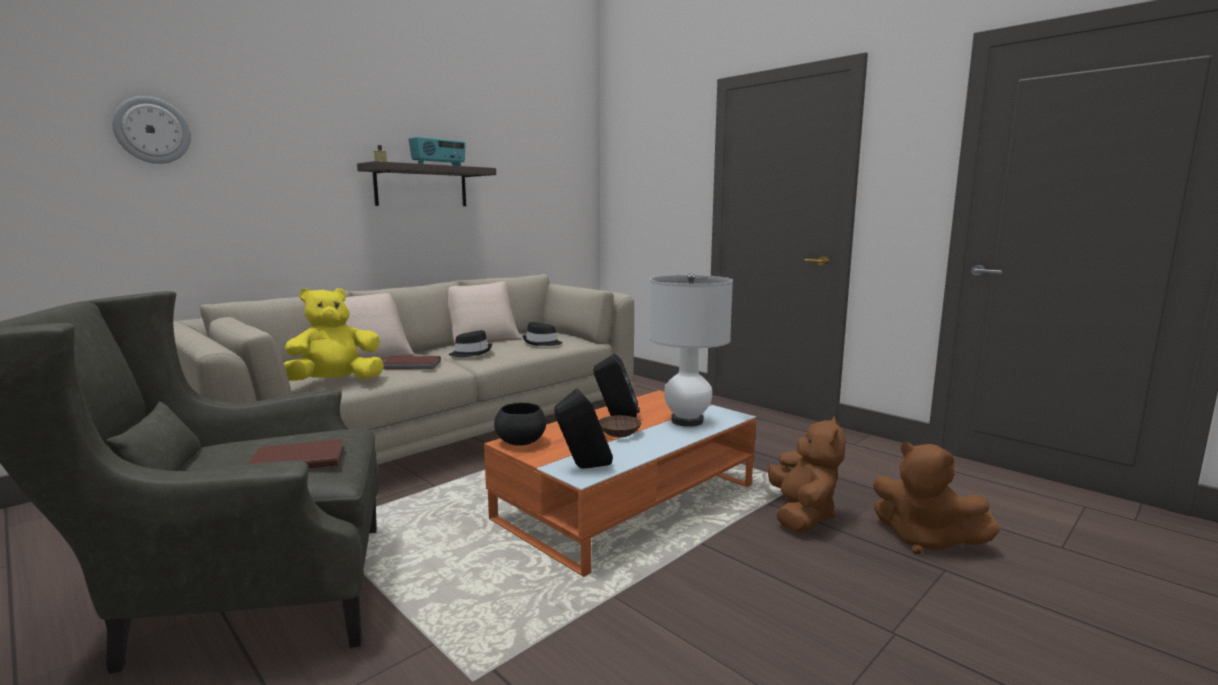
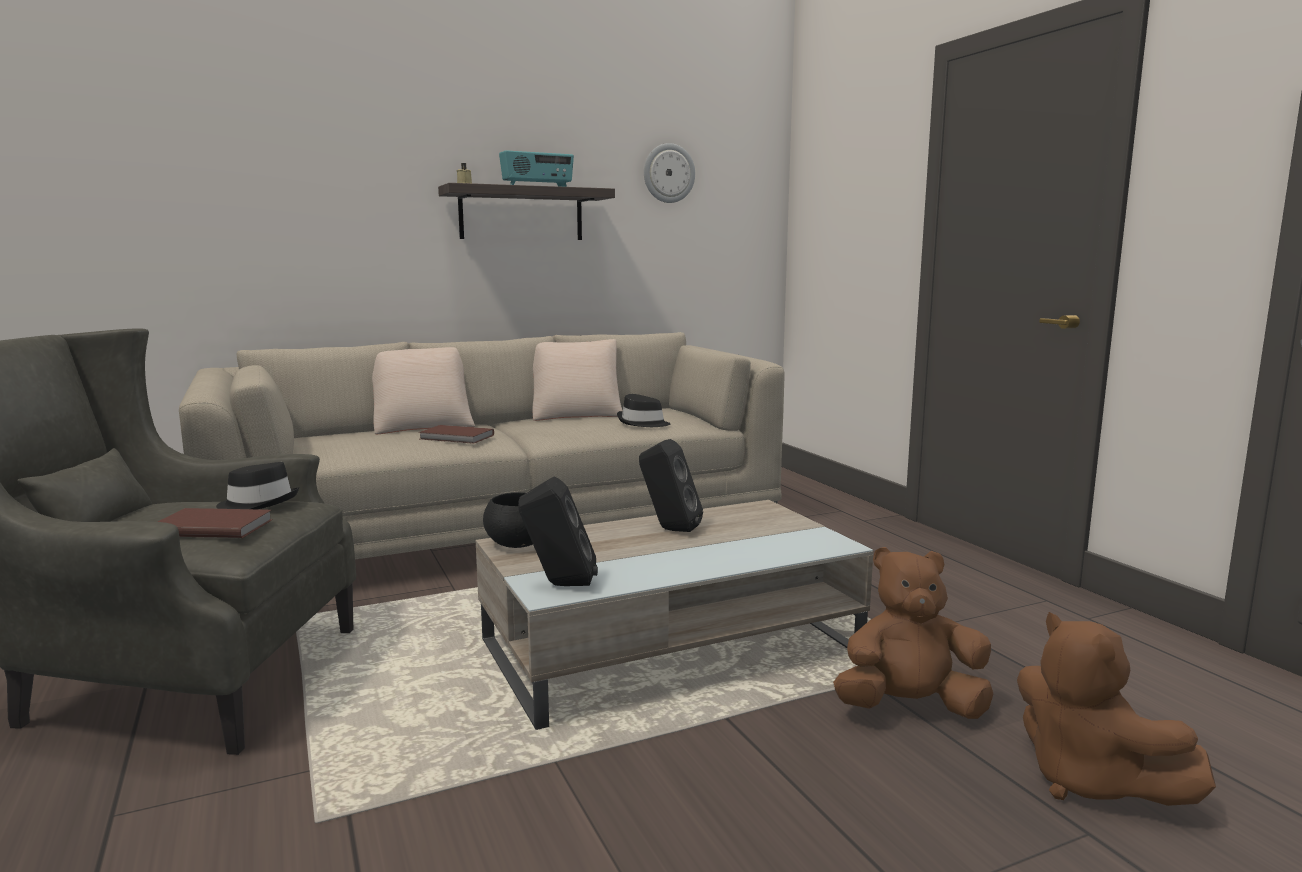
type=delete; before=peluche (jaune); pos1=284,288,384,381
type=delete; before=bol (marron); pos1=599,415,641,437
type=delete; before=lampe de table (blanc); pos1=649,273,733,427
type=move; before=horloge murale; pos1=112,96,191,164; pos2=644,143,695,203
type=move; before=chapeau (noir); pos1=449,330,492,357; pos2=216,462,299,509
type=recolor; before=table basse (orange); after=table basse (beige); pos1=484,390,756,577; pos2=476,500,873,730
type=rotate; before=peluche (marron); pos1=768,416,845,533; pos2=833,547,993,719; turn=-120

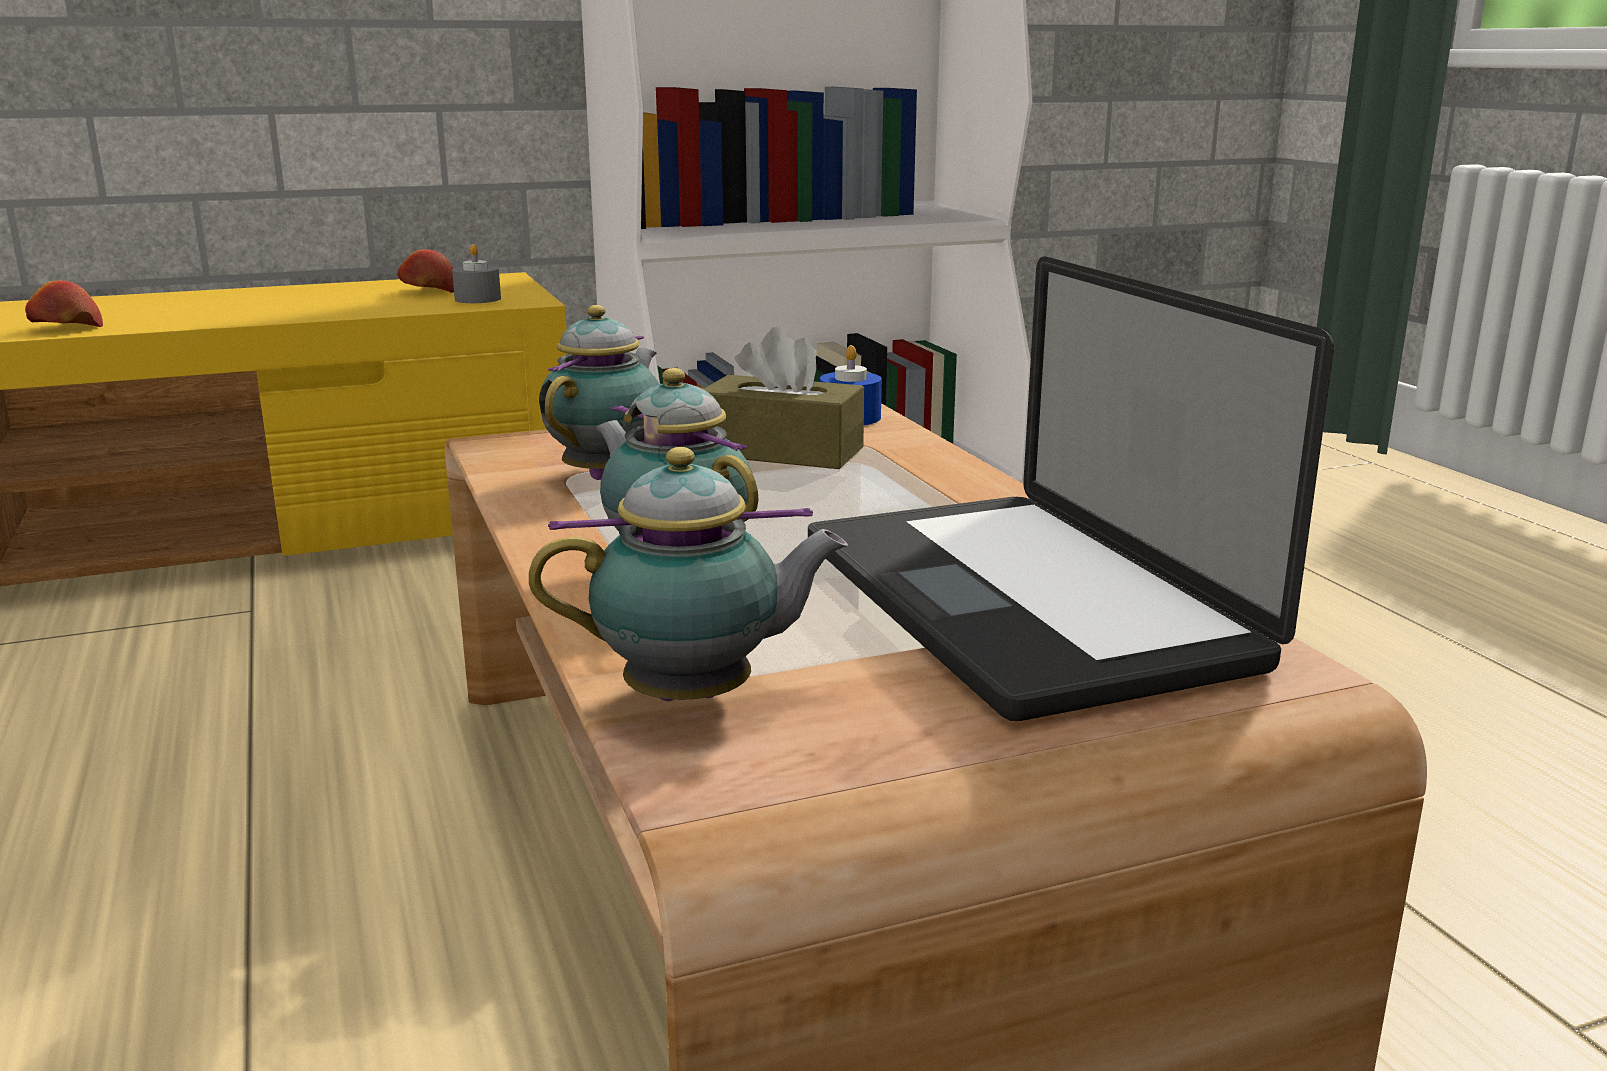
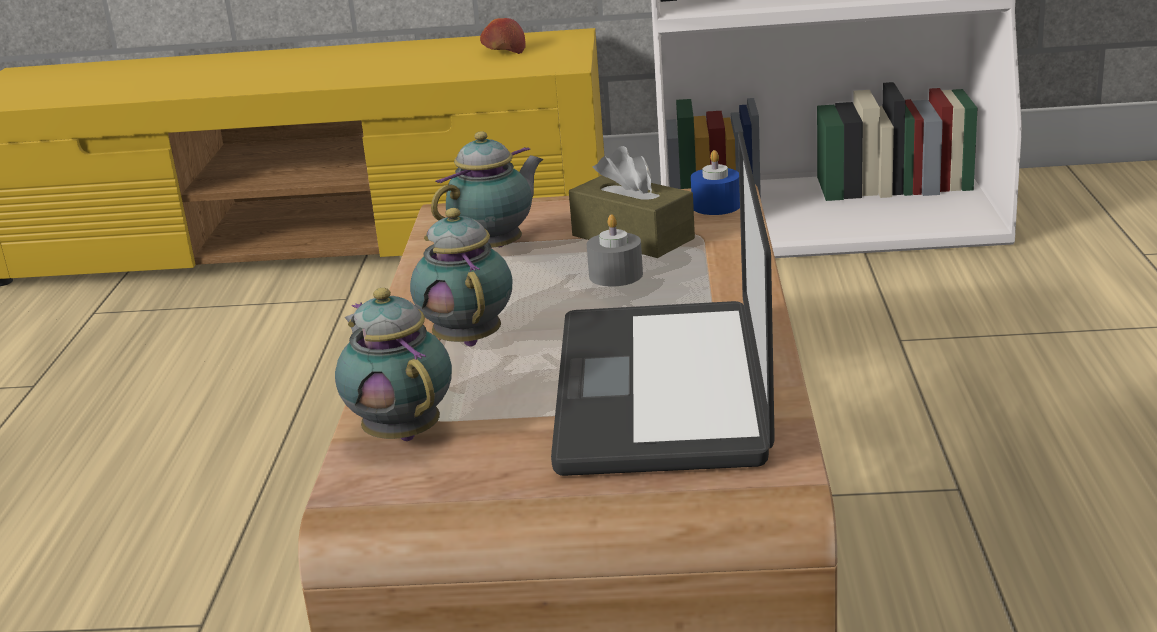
type=delete; before=pomme; pos1=25,280,103,327
type=move; before=bougie (gris); pos1=452,244,501,303; pos2=587,214,643,287
type=rotate; before=théière; pos1=529,447,848,701; pos2=335,288,452,441; turn=-135

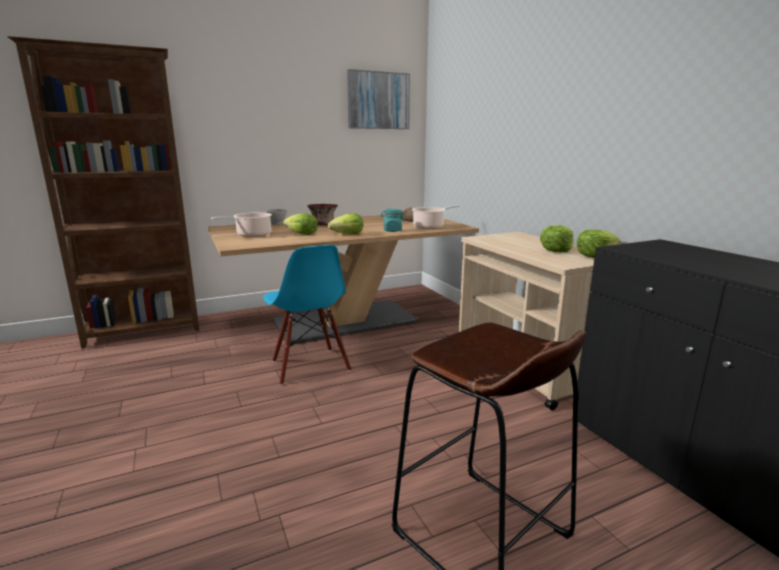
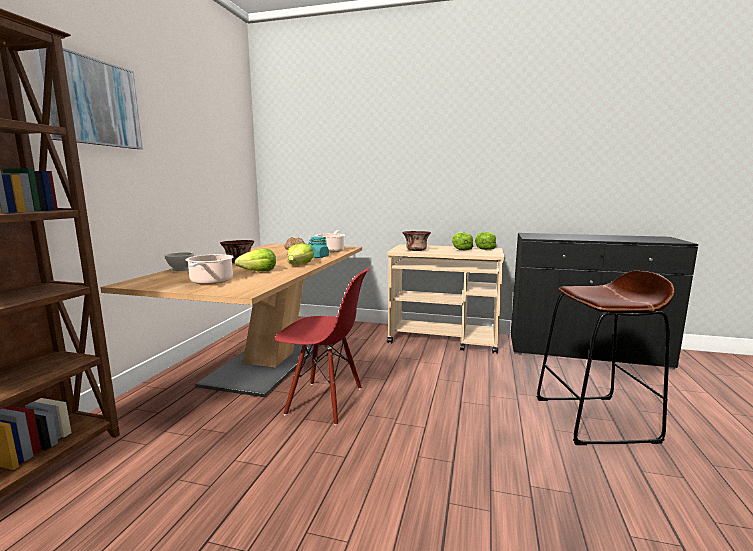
type=insert; after=bol; pos2=402,231,431,251
type=move; before=tableau; pos1=347,69,410,129; pos2=33,48,143,149
type=recolor; before=chaise (bleu); after=chaise (rouge); pos1=263,245,351,385; pos2=275,268,370,425

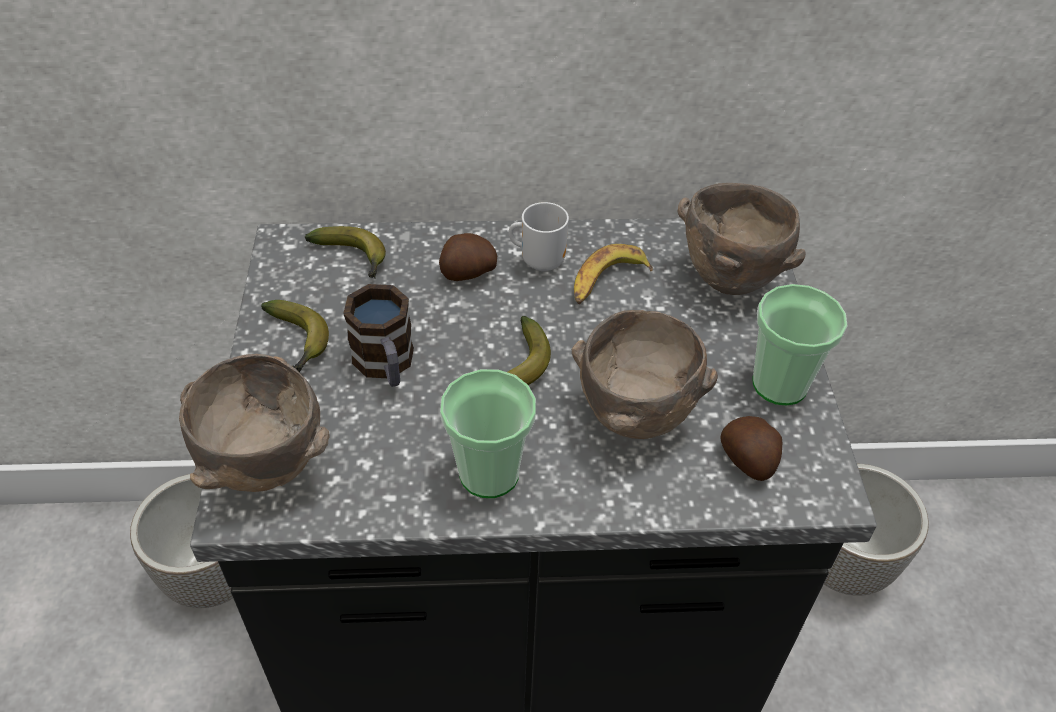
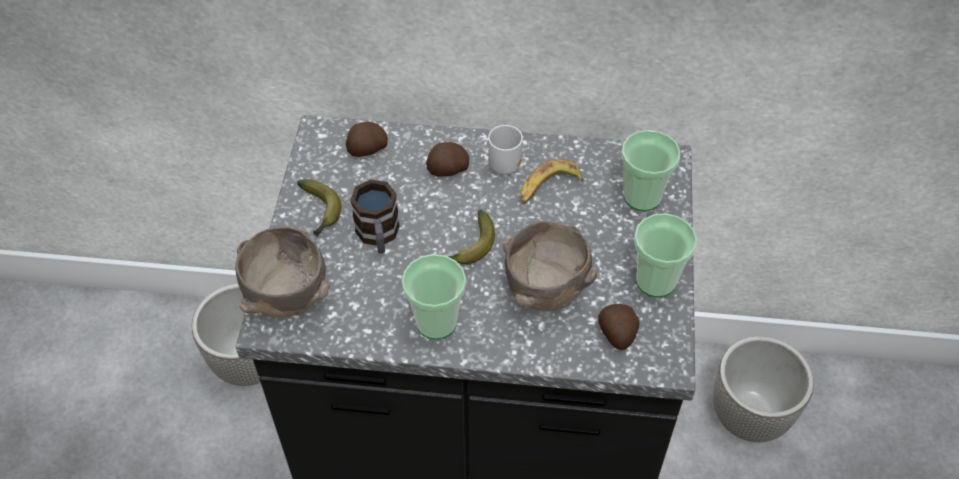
type=replace; before=banane; after=pomme de terre; pos1=305,226,386,279; pos2=346,122,388,157
type=replace; before=bol (marron); after=tasse; pos1=677,183,806,295; pos2=621,130,681,211

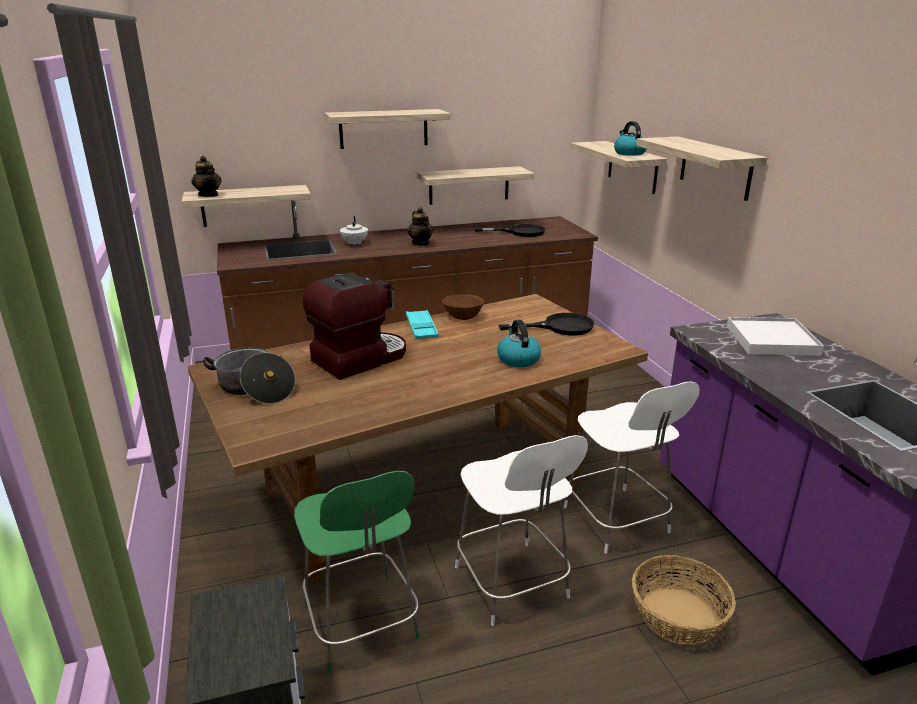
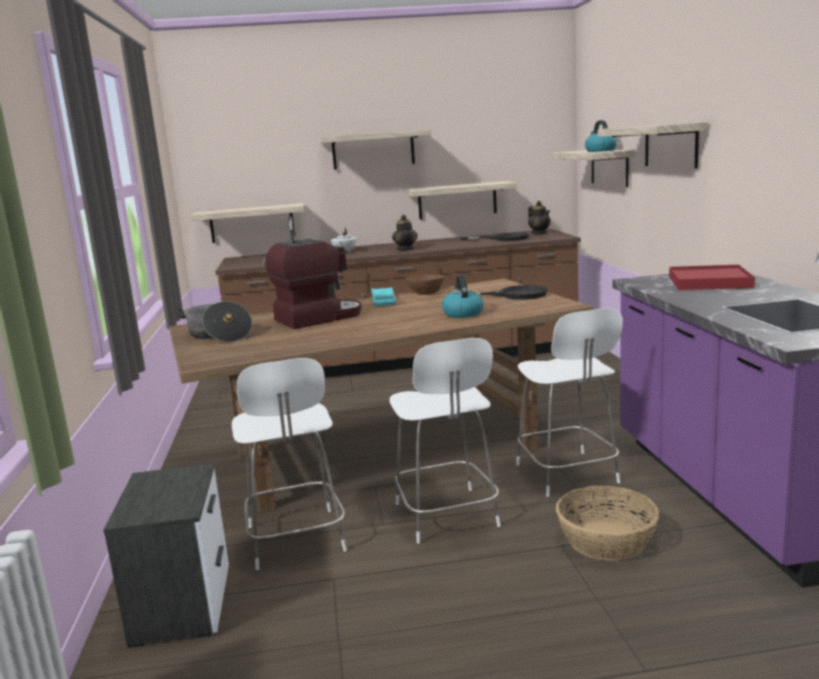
type=move; before=théière; pos1=191,156,221,197; pos2=528,201,551,234
type=recolor; before=chaise (vert); after=chaise (blanc); pos1=294,471,420,673; pos2=232,358,347,570
type=recolor; before=plateau (blanc); after=plateau (rouge); pos1=727,317,824,356; pos2=669,265,755,290

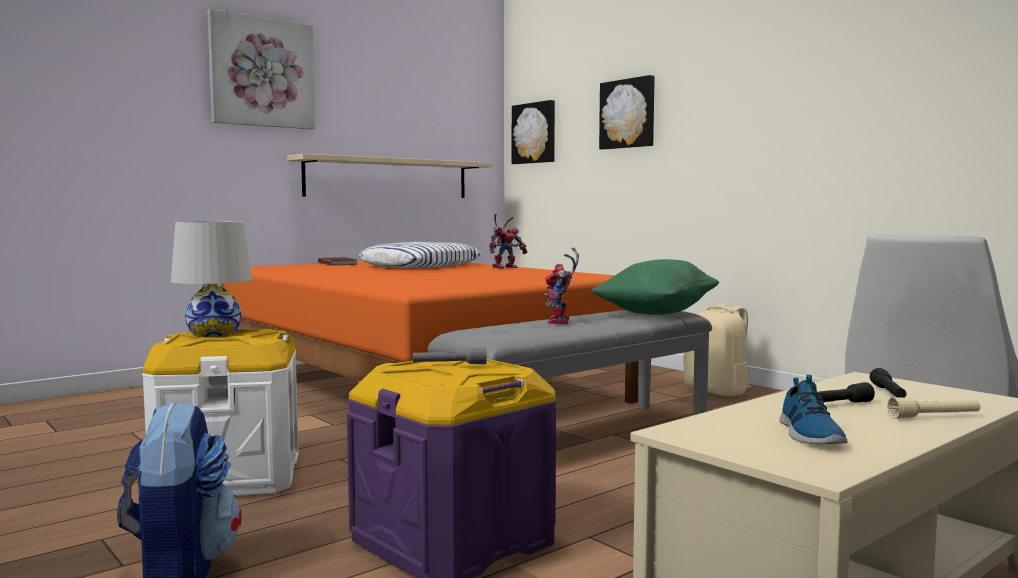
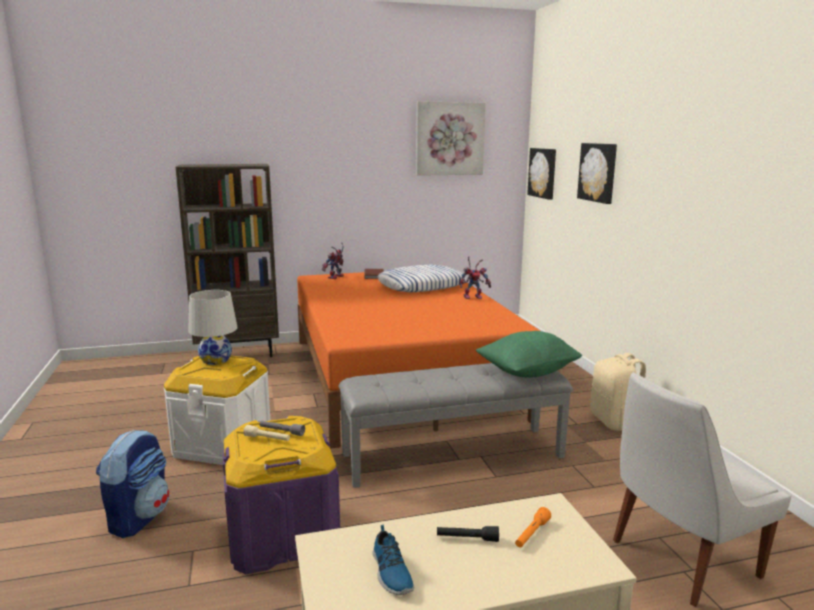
type=delete; before=étagère (beige); pos1=287,154,492,198
type=insert; after=bibliothèque (marron); pos2=176,164,279,357
type=move; before=tableau; pos1=207,9,315,130; pos2=416,101,486,176
type=move; before=robot jouet; pos1=544,247,579,324; pos2=322,242,344,279
type=move; before=lampe de poche (beige); pos1=887,397,980,419; pos2=243,425,290,441
type=recolor; before=lampe de poche (noir); after=lampe de poche (orange); pos1=870,368,906,398; pos2=515,507,551,548
type=rotate; before=chaussure; pos1=779,375,848,444; pos2=373,525,414,595; turn=-45

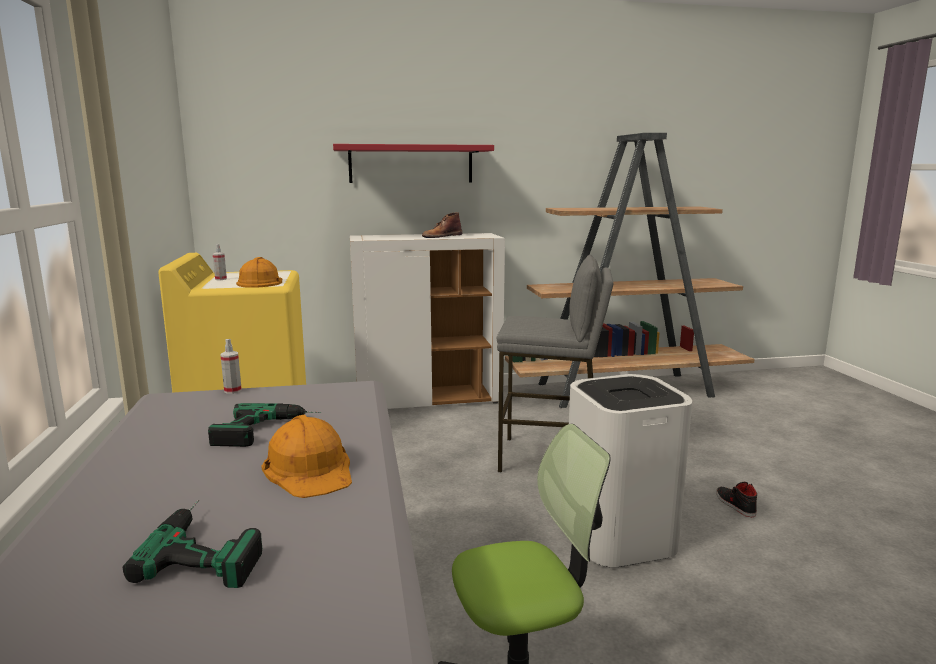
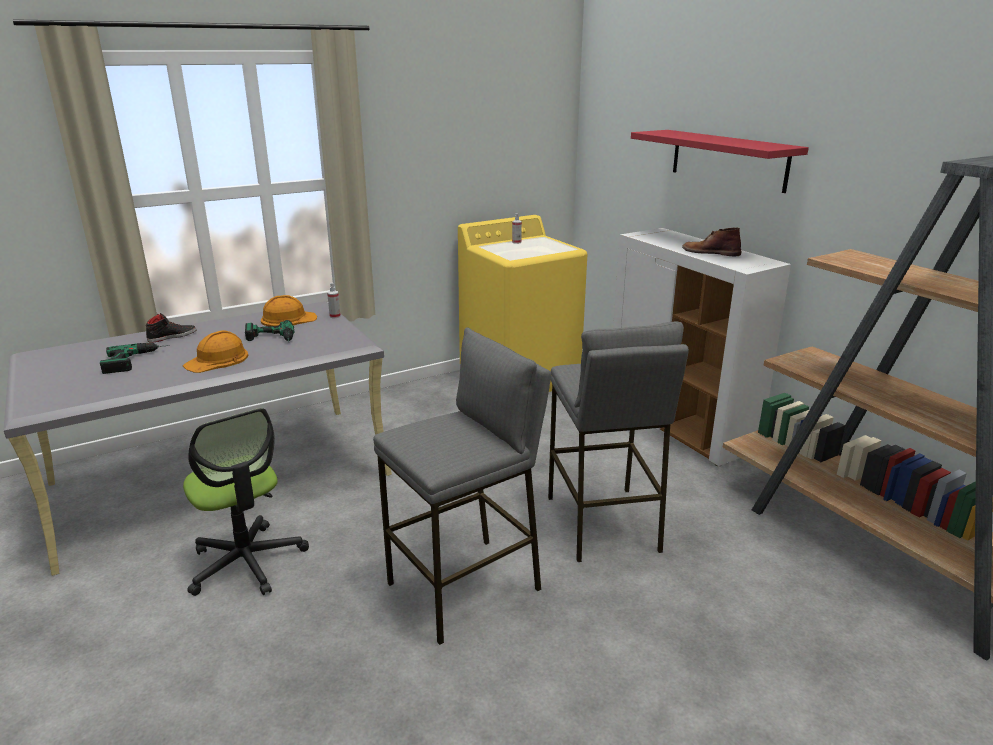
type=move; before=casque de chantier (orange); pos1=236,257,283,288; pos2=261,295,317,326
type=move; before=chaussure (noir); pos1=716,482,757,517; pos2=146,313,196,343
type=replace; before=poubelle (blanc); after=tabouret (gris); pos1=569,374,692,568; pos2=373,327,551,645

